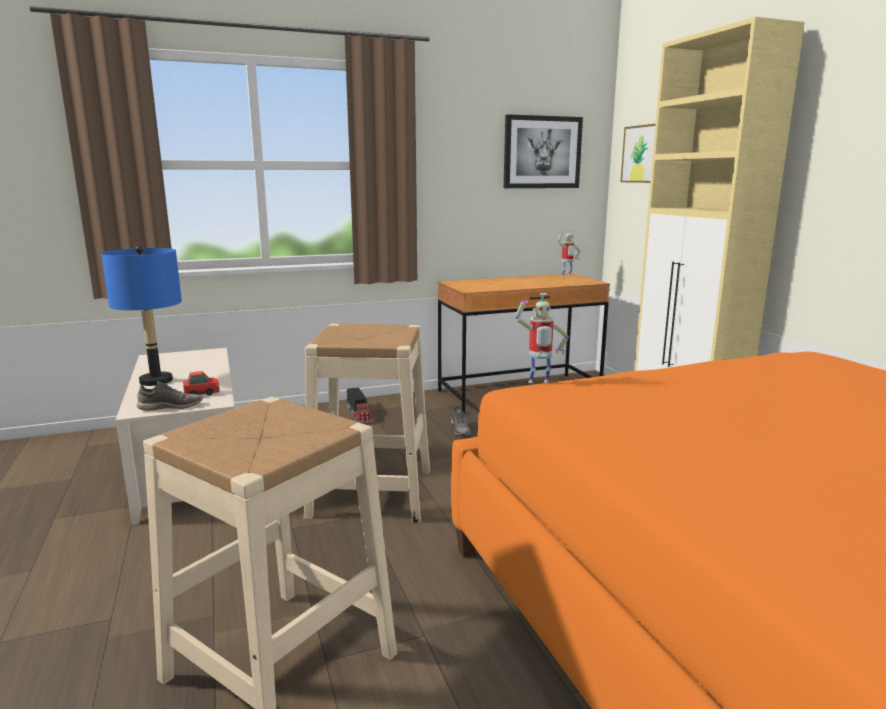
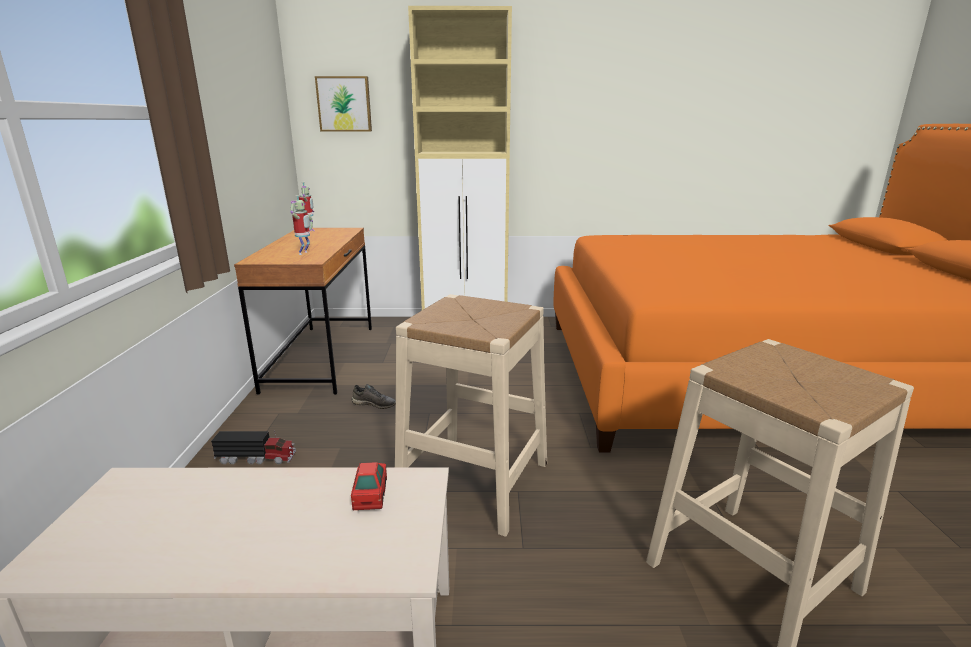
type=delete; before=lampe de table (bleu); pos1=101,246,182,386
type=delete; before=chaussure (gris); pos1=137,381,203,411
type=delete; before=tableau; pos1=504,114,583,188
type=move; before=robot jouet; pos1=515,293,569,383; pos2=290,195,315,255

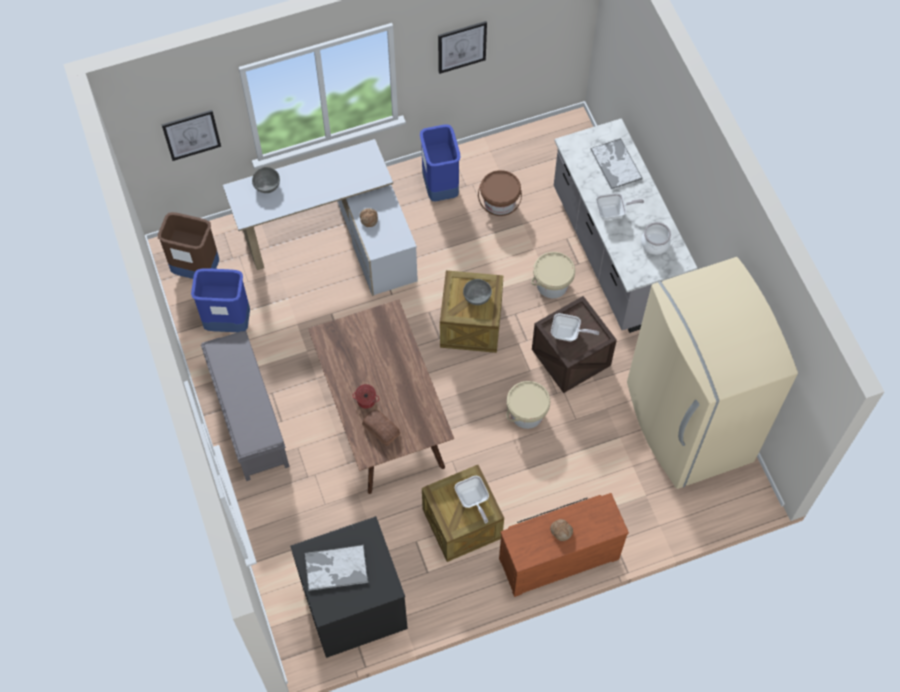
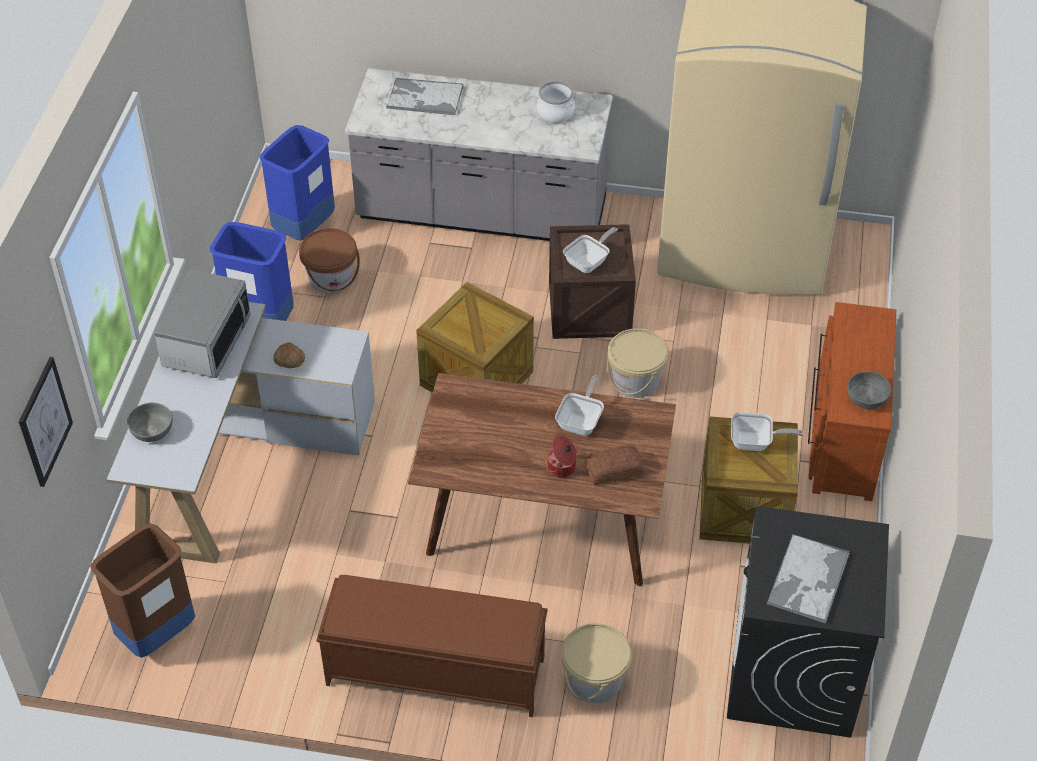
type=delete; before=tableau; pos1=438,21,487,74
type=delete; before=pain; pos1=550,519,573,541
type=insert; after=micro-ondes; pos2=154,270,251,378
type=move; before=poubelle (bleu); pos1=191,268,250,332; pos2=259,125,335,241
type=move; before=bol (gris); pos1=463,279,492,305; pos2=847,371,891,409
type=move; before=seau (beige); pos1=531,252,575,298; pos2=561,623,632,703
type=move; before=poêle; pos1=596,193,644,220; pos2=555,375,604,436
type=recolor; before=banc (gris); after=banc (marron); pos1=201,331,289,481; pos2=316,575,548,717

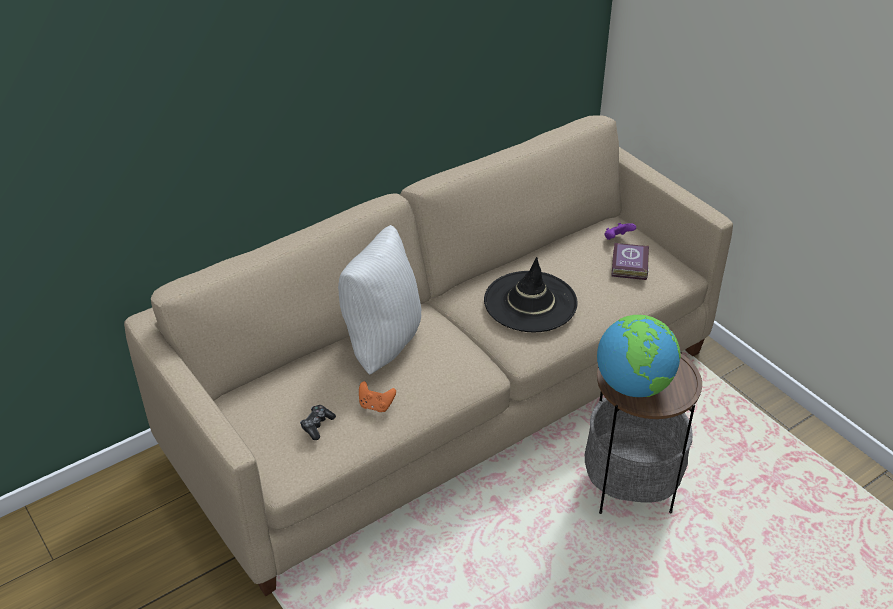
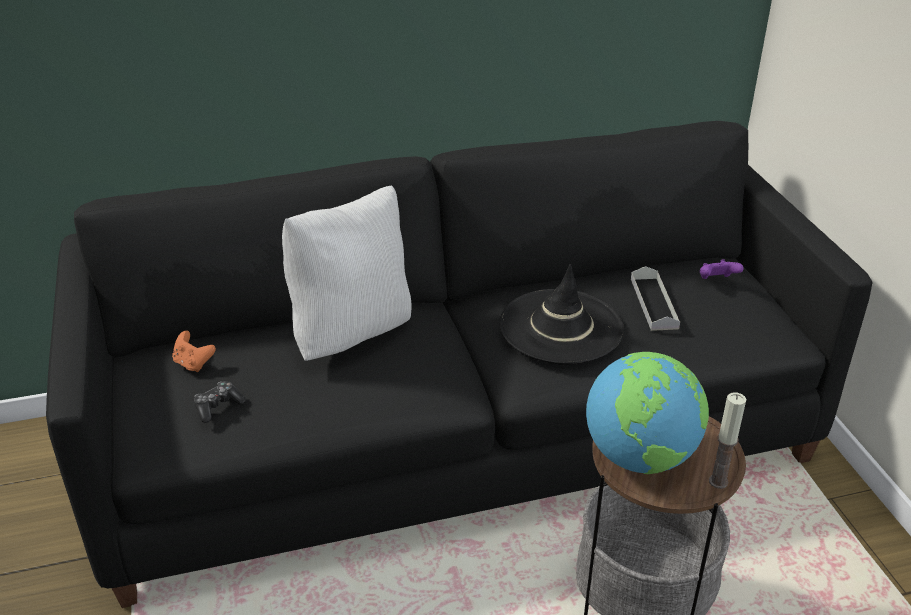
type=delete; before=livre; pos1=611,243,649,280
type=insert; after=plateau (gris); pos2=631,266,680,331
type=insert; after=bougie; pos2=709,393,747,489
type=move; before=manette (orange); pos1=359,381,396,412; pos2=172,331,216,372
type=recolor; before=canapé (beige); after=canapé (noir); pos1=124,115,733,596; pos2=46,121,873,608

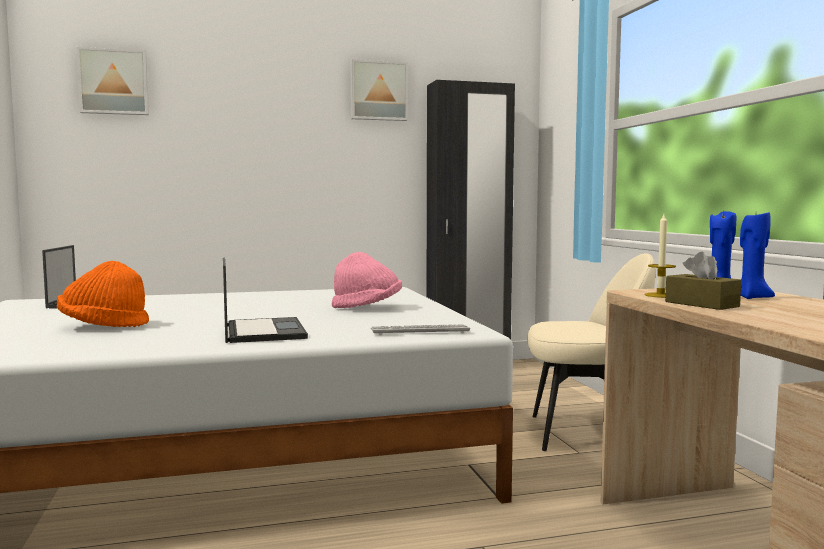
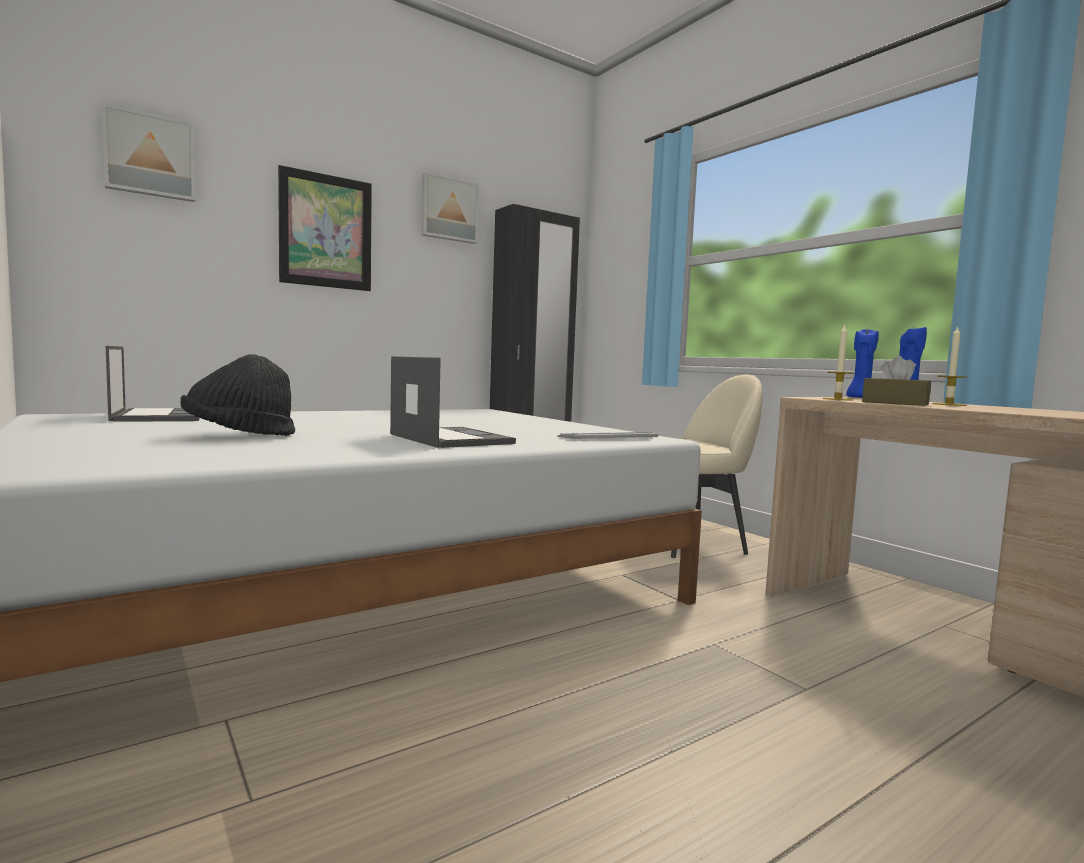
type=delete; before=chapeau (rose); pos1=332,252,402,308
type=insert; after=tableau; pos2=278,165,372,291
type=insert; after=bougie; pos2=932,326,967,406
type=recolor; before=chapeau (orange); after=chapeau (noir); pos1=57,261,149,327; pos2=180,354,295,436

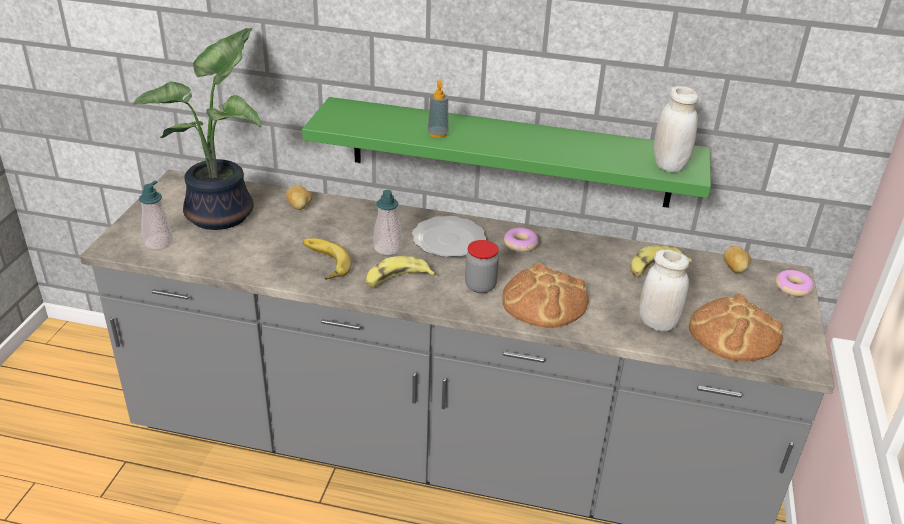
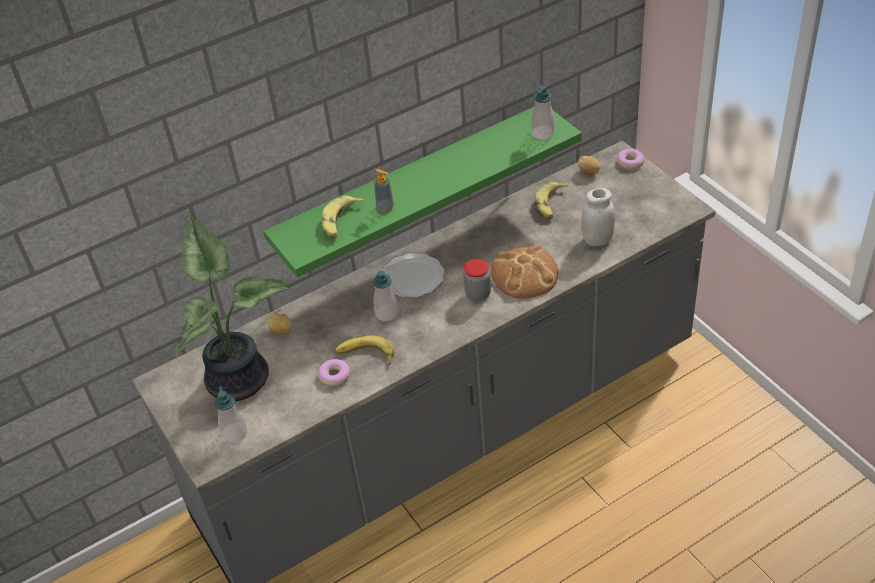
type=delete; before=pain; pos1=689,294,783,361
type=move; before=banane; pos1=366,256,436,288; pos2=322,196,364,238
type=move; before=beignet; pos1=504,228,539,252; pos2=318,359,350,386
type=replace; before=bocal (blanc); after=distributeur de savon; pos1=654,86,699,172; pos2=531,85,555,139

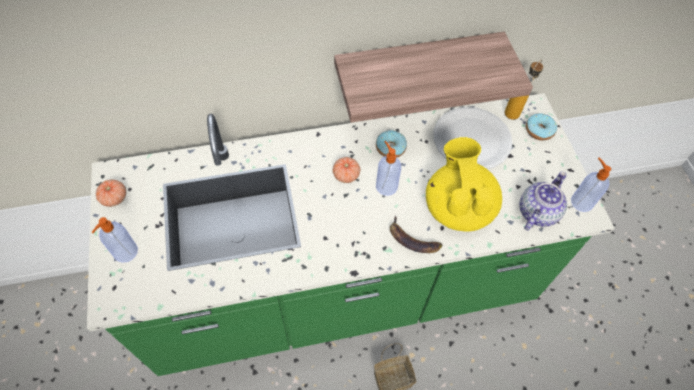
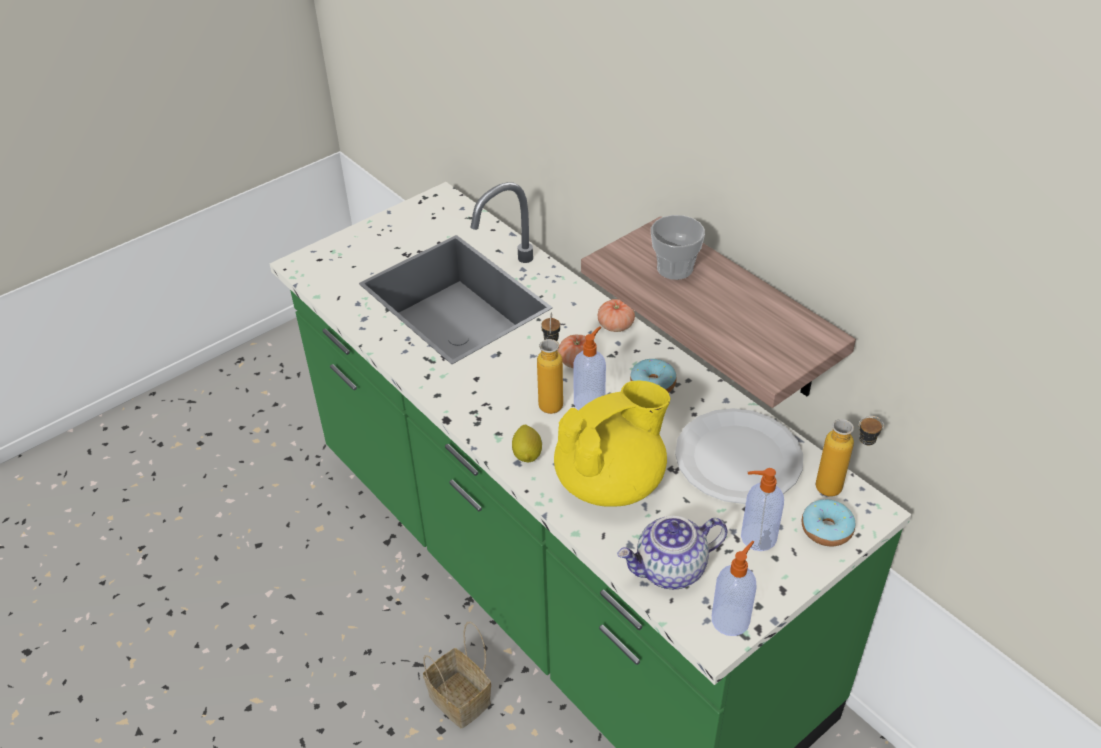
type=insert; after=bouteille; pos2=537,312,563,414
type=insert; after=tasse; pos2=651,215,705,280
type=move; before=distributeur de savon; pos1=91,217,138,263; pos2=741,468,784,551
type=move; before=tomate; pos1=96,180,126,207; pos2=598,299,635,332
type=replace; before=banane; after=citron; pos1=390,215,442,253; pos2=512,425,542,462
type=rotate; before=théière; pos1=520,171,567,231; pos2=617,516,728,589; turn=150

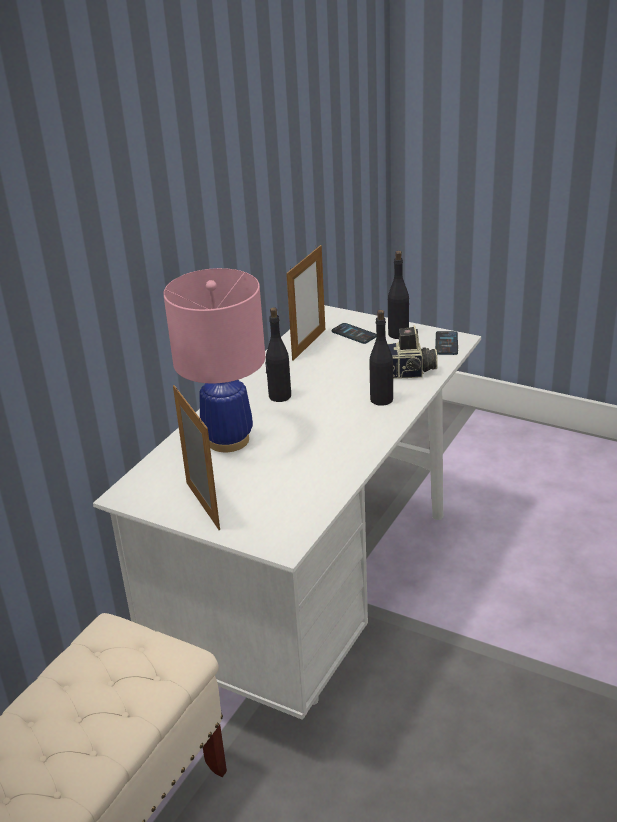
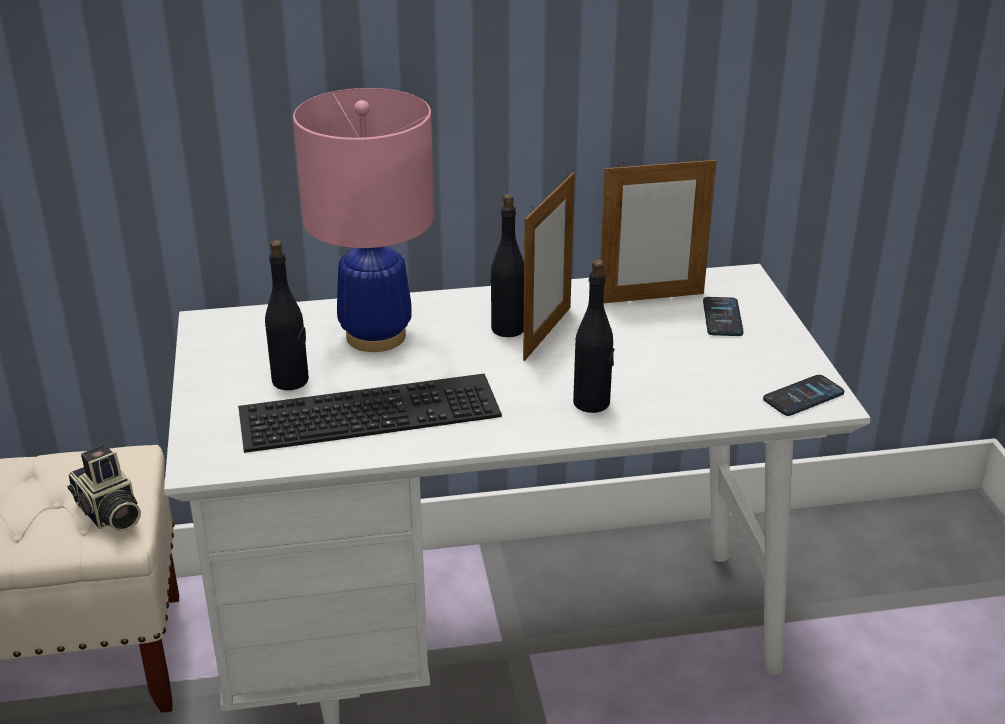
type=insert; after=clavier; pos2=238,373,502,453
type=move; before=cadre photo; pos1=173,385,220,530; pos2=523,172,575,361
type=move; before=bouteille (noir); pos1=388,251,409,339; pos2=265,240,309,390
type=move; before=appareil photo; pos1=388,325,438,379; pos2=67,445,141,531

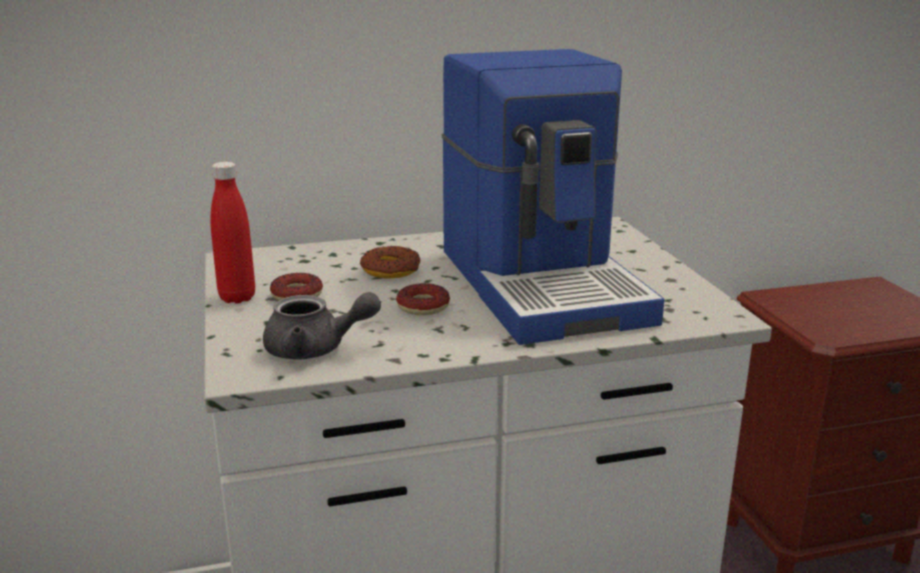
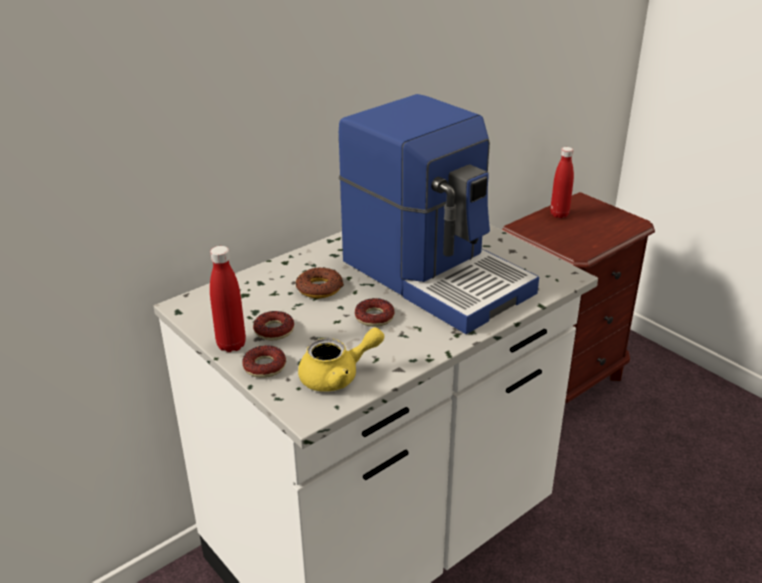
type=insert; after=beignet; pos2=242,345,286,378
type=insert; after=bouteille (rouge); pos2=550,147,574,218
type=recolor; before=théière (gris); after=théière (jaune); pos1=263,292,381,359; pos2=298,328,384,392

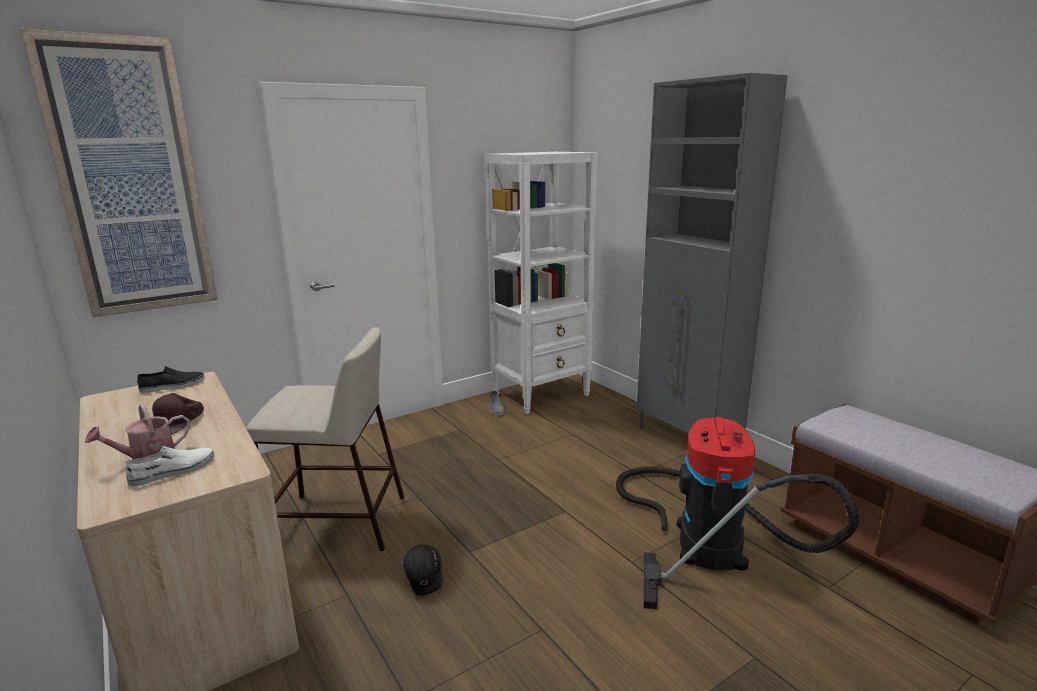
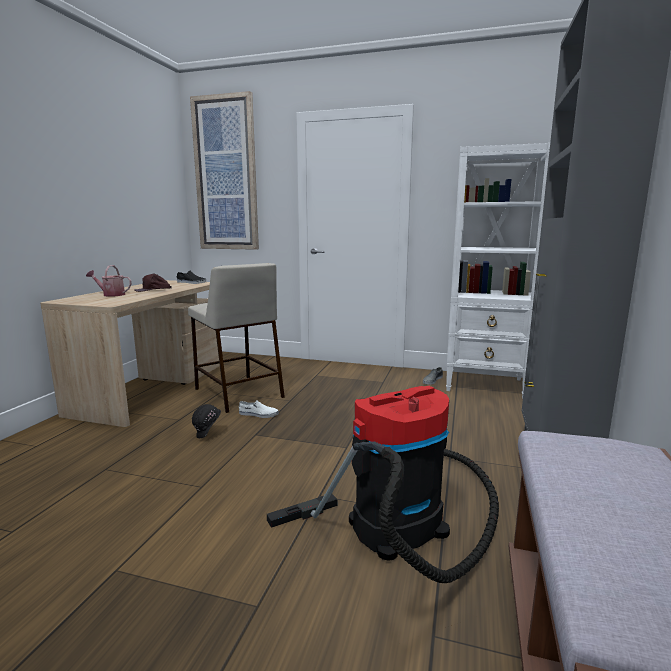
type=move; before=chaussure (blanc); pos1=125,446,214,486; pos2=239,400,279,418

